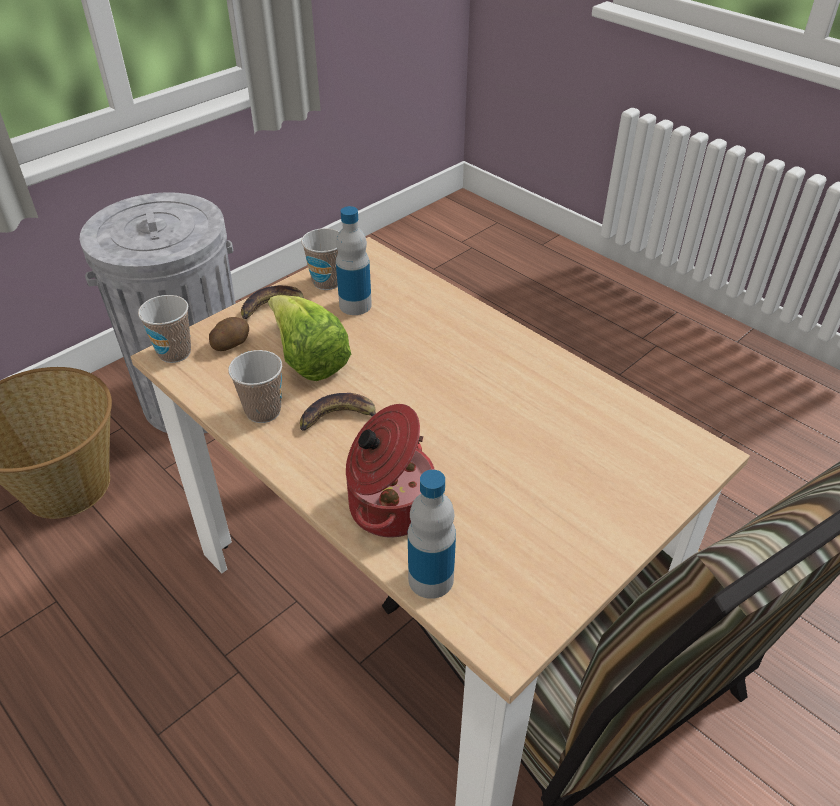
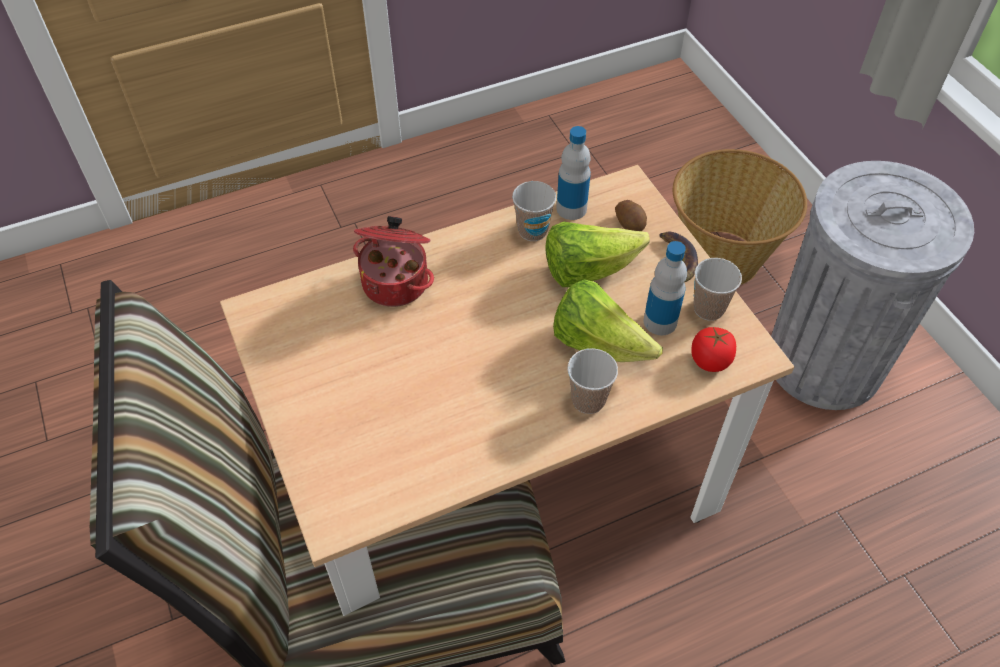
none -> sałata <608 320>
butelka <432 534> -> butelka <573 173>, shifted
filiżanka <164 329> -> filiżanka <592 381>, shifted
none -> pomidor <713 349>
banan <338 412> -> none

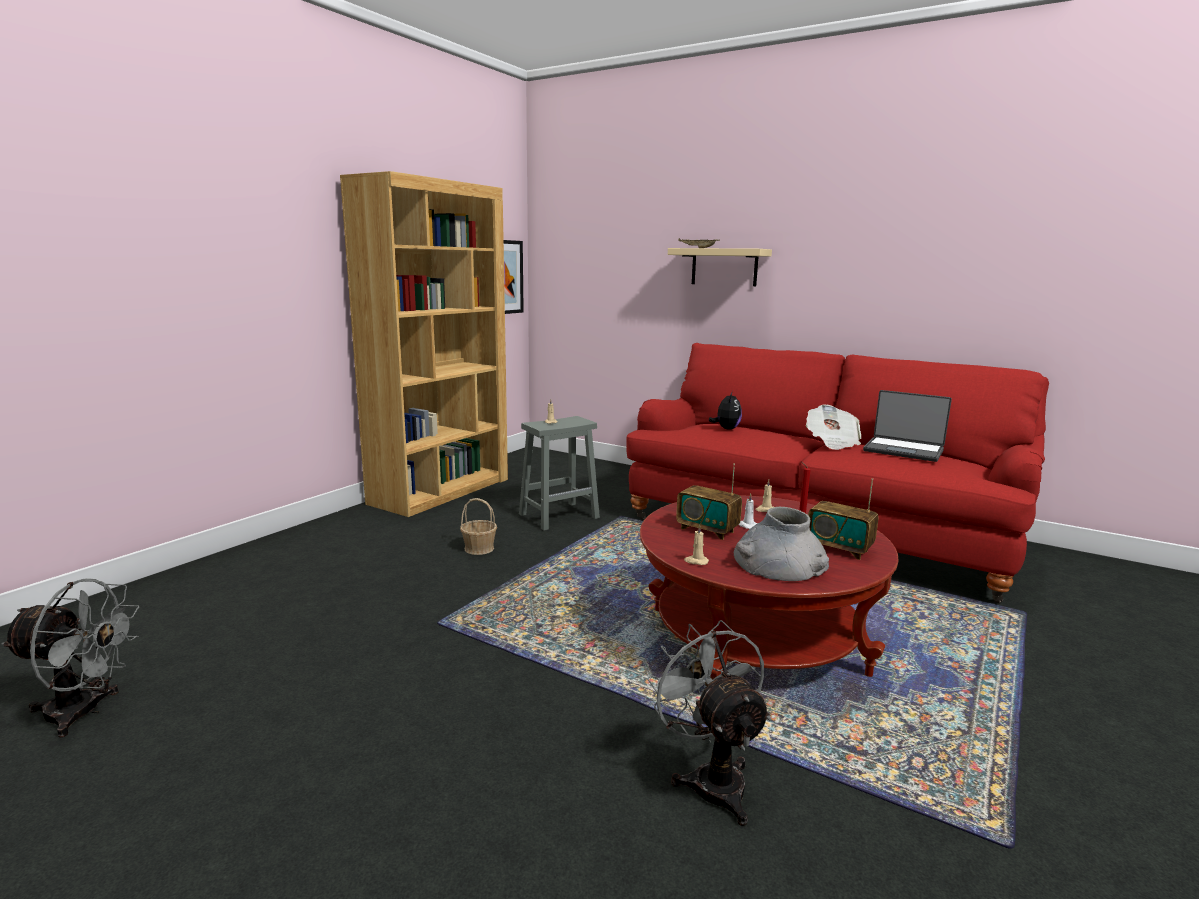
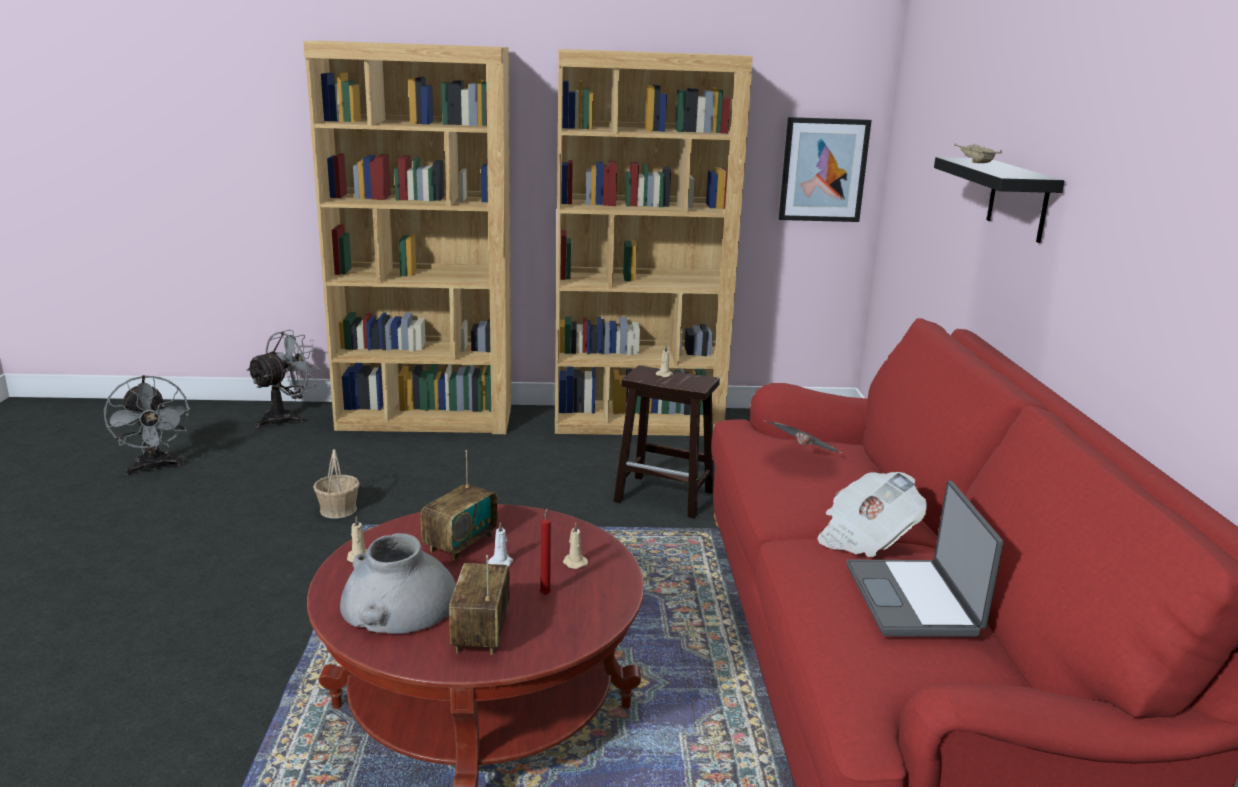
wentylator (szary) <709 723> -> wentylator (szary) <283 379>, shifted
none -> regał (brązowy) <407 237>
koszyk <478 526> -> koszyk <336 483>, shifted
radio <709 501> -> radio <459 505>, 150 degrees counterclockwise
stołek (szary) <559 473> -> stołek (brązowy) <667 442>
pluszak <725 411> -> gazeta <804 437>
półka (beżowy) <720 267> -> półka (czarny) <999 200>

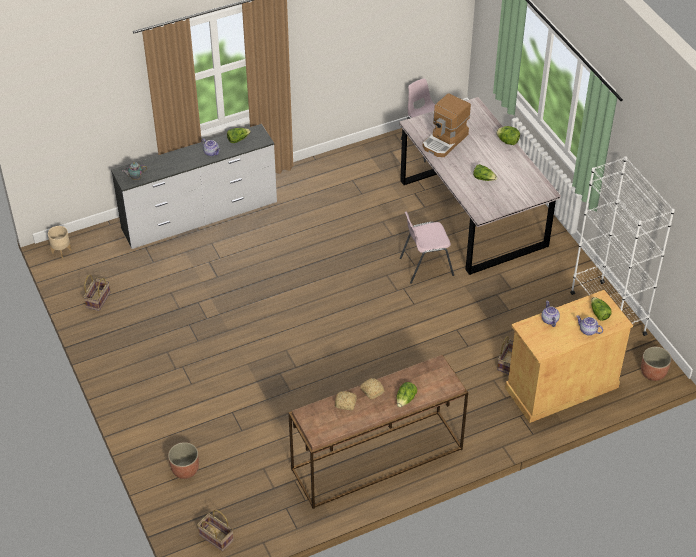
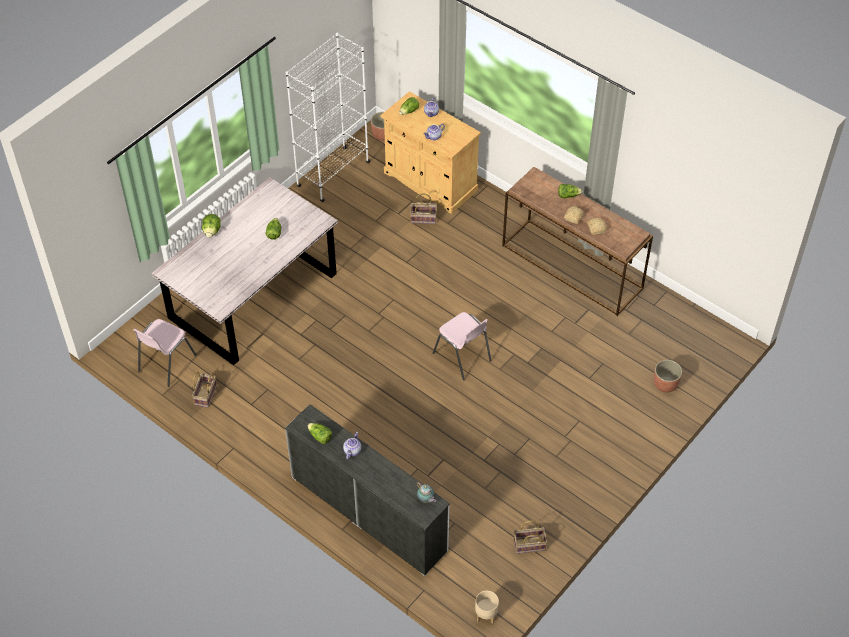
koszyk <215 530> -> koszyk <204 390>, shifted
krzesło (różowy) <427 248> -> krzesło (różowy) <462 346>, shifted
ekspres do kawy <447 125> -> none

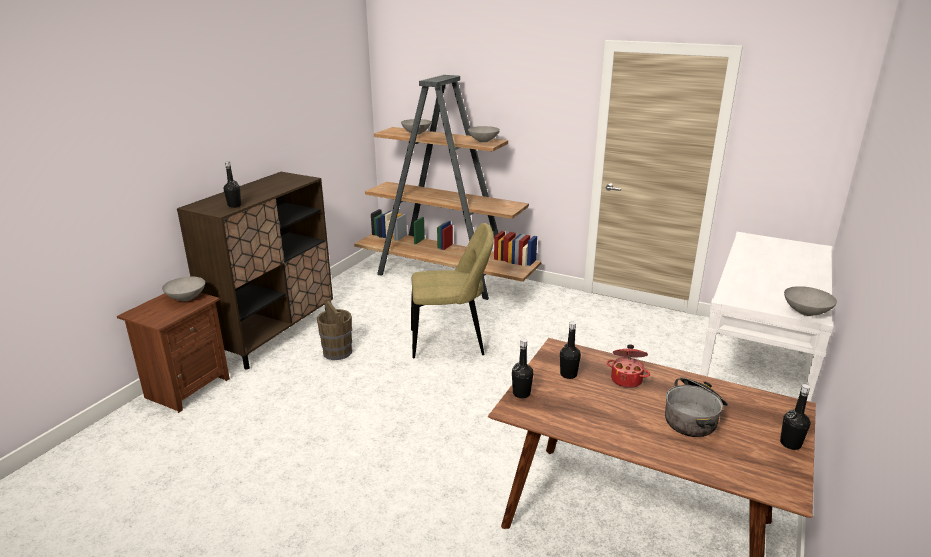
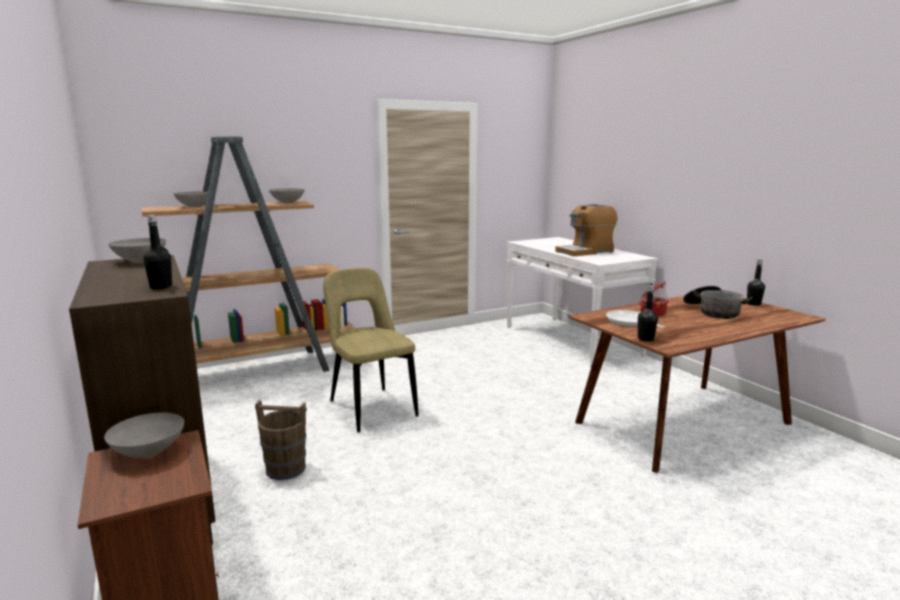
miska (szary) <810 301> -> miska (szary) <137 250>, shifted
krzesło (beżowy) <452 290> -> krzesło (beżowy) <371 350>, 60 degrees counterclockwise
none -> ekspres do kawy <586 230>
butelka (czarny) <570 350> -> patelnia <635 319>

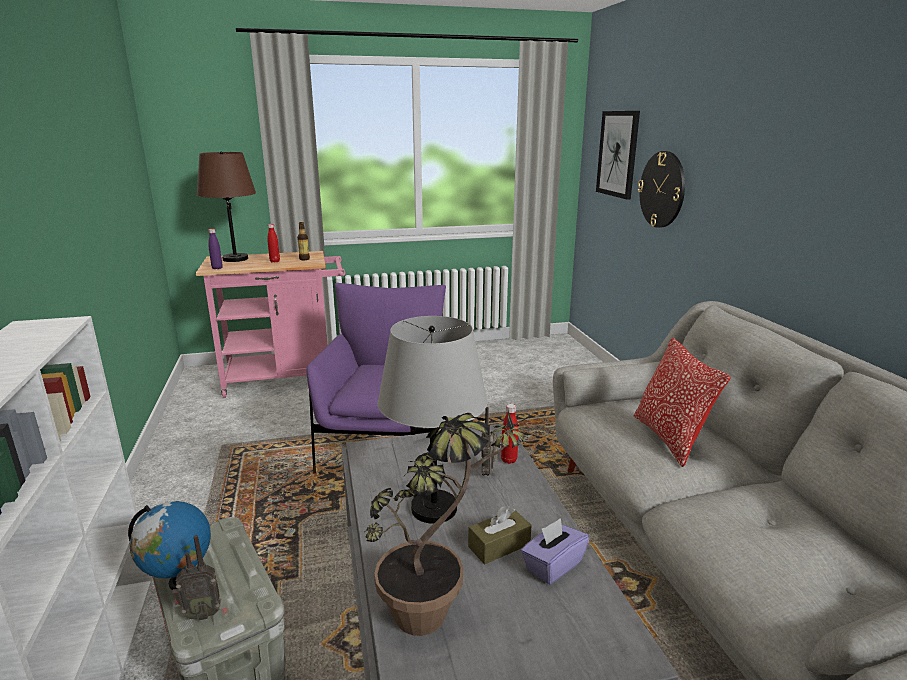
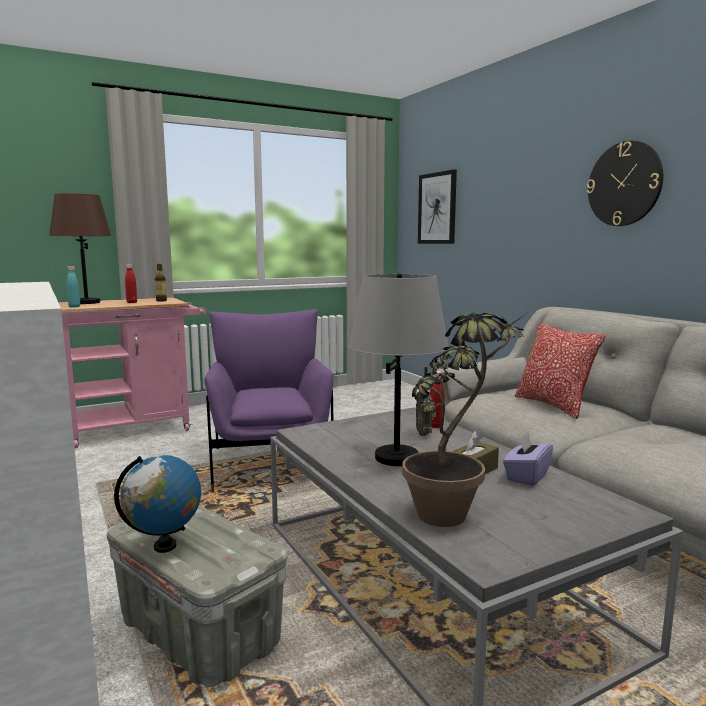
butelka (fioletowy) <215 249> -> butelka (turkusowy) <73 287>
zegar ścienny <661 189> -> zegar ścienny <625 183>, shifted
radio <197 577> -> none

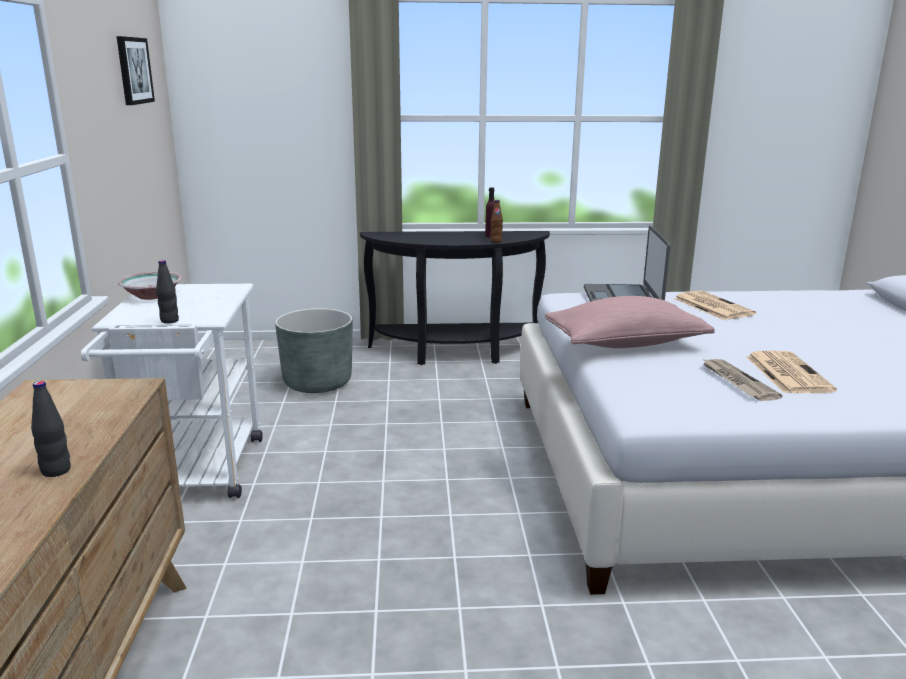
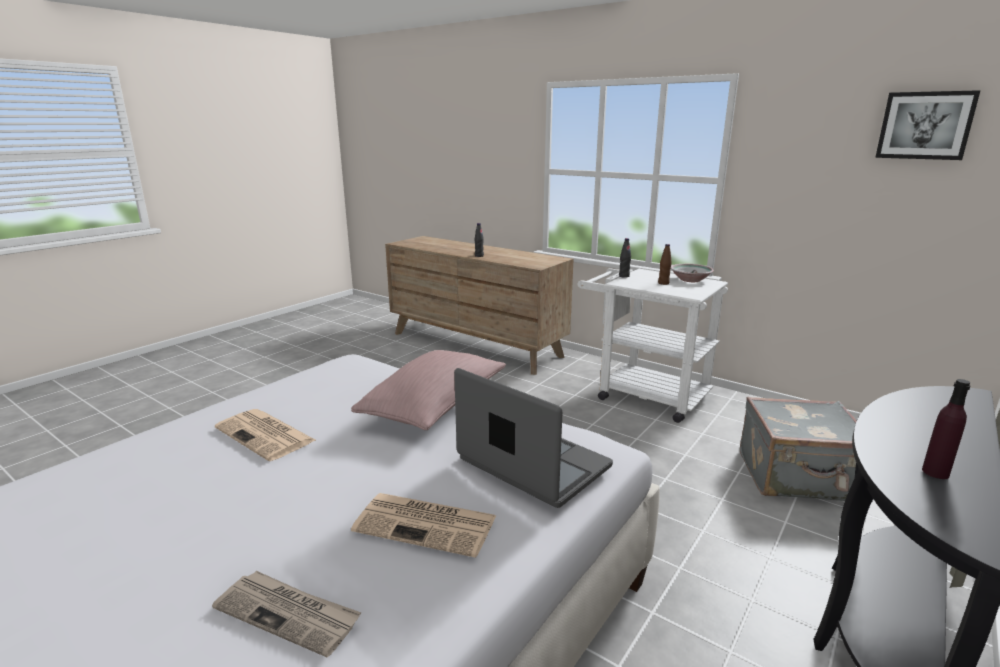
gazeta <742 380> -> gazeta <286 614>, shifted
butelka (brązowy) <496 221> -> butelka (brązowy) <665 264>, shifted
donica (szary) <313 350> -> walizka (szary) <798 449>

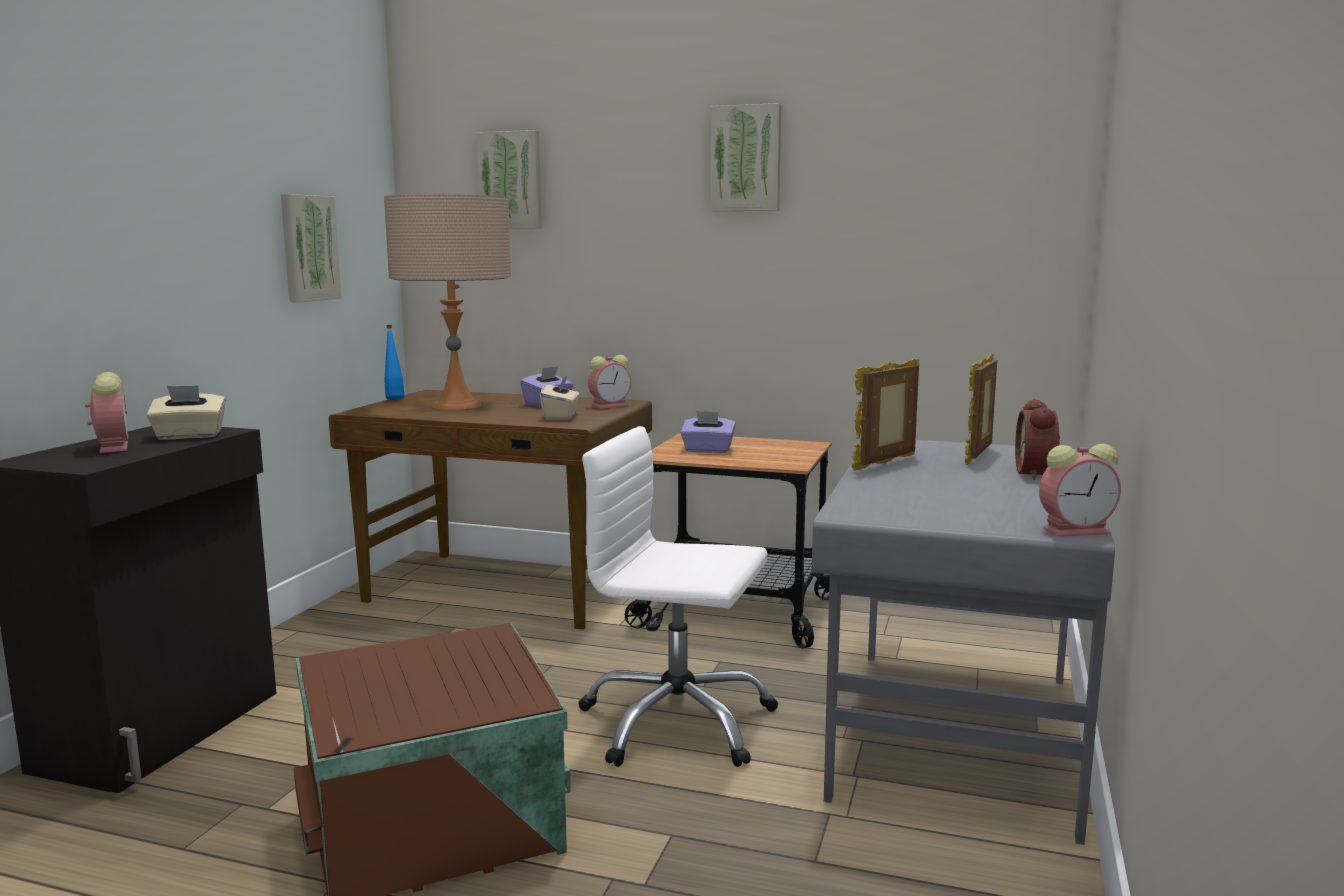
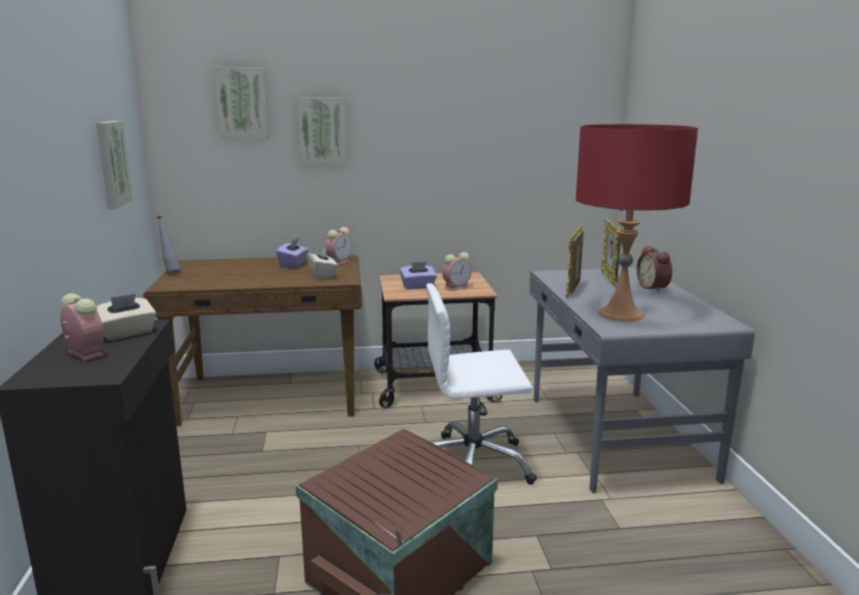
butelka (niebieski) <394 362> -> butelka (szary) <169 244>
obraz <746 157> -> obraz <322 132>, shifted
budzik <1080 490> -> budzik <457 271>, shifted
none -> lampa stołowa (czerwony) <637 223>
lampa stołowa (beżowy) <447 302> -> none

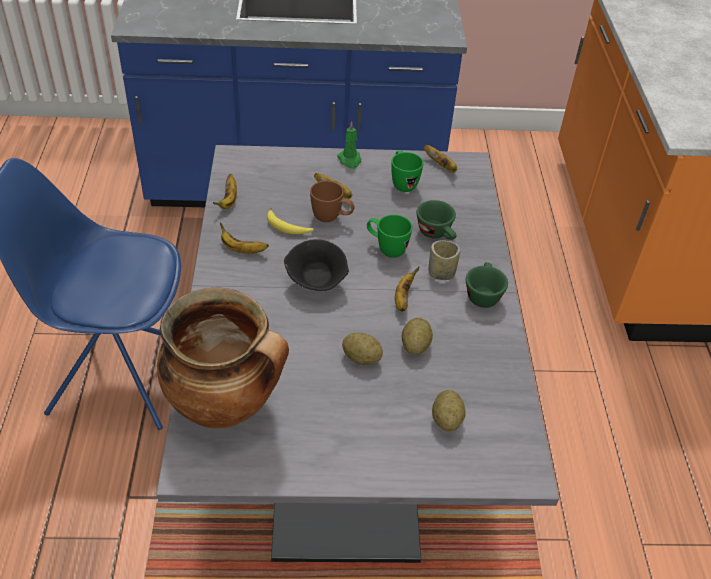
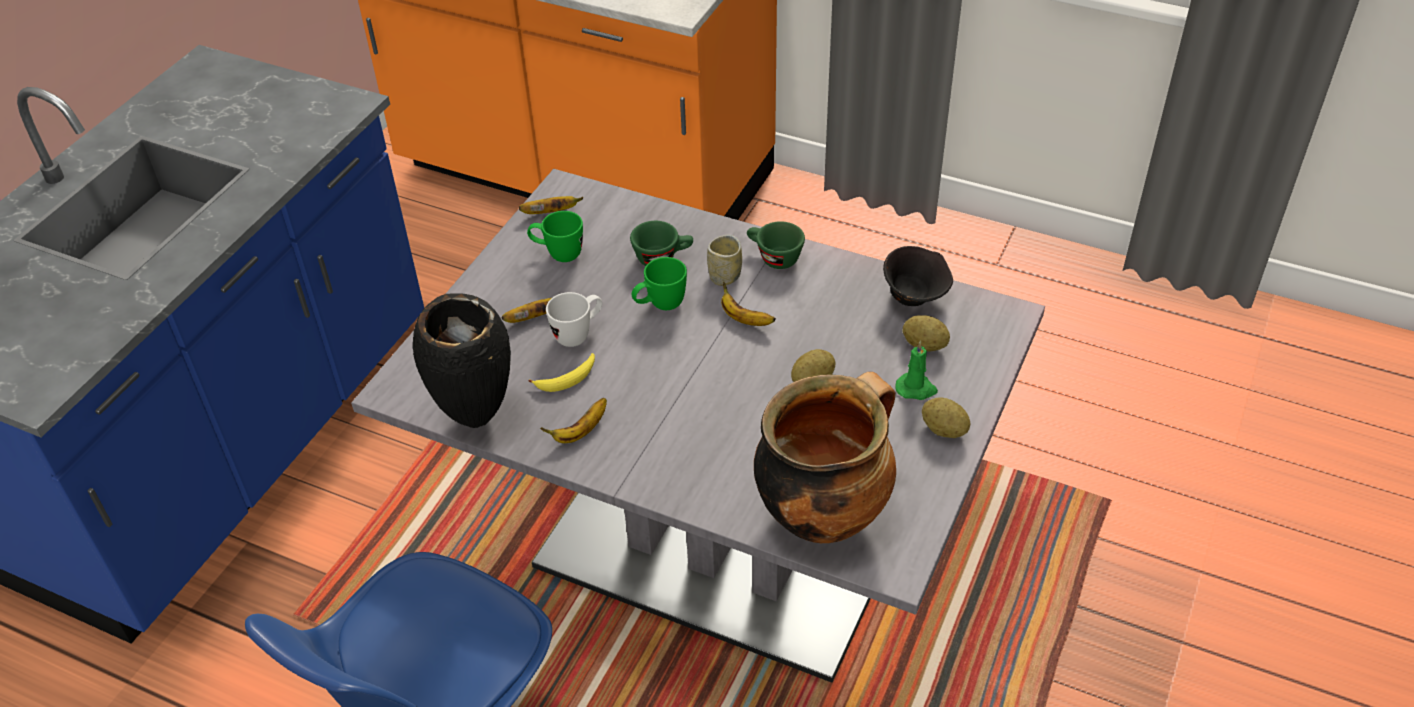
banan <225 191> -> wazon (czarny) <462 360>
kubek (brązowy) <332 201> -> kubek (biały) <574 319>
miska (czarny) <316 265> -> miska (czarny) <918 276>, shifted
świeca (zielony) <349 145> -> świeca (zielony) <916 370>, shifted
ziemniak <417 336> -> ziemniak <946 417>, shifted

